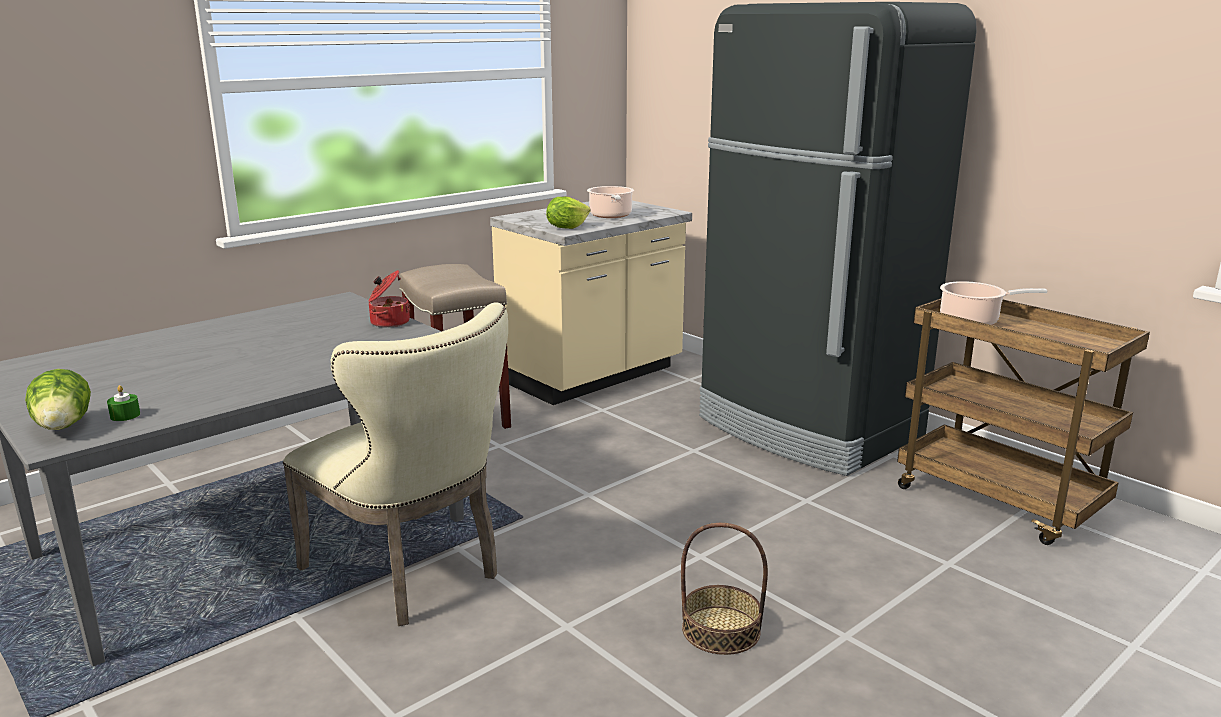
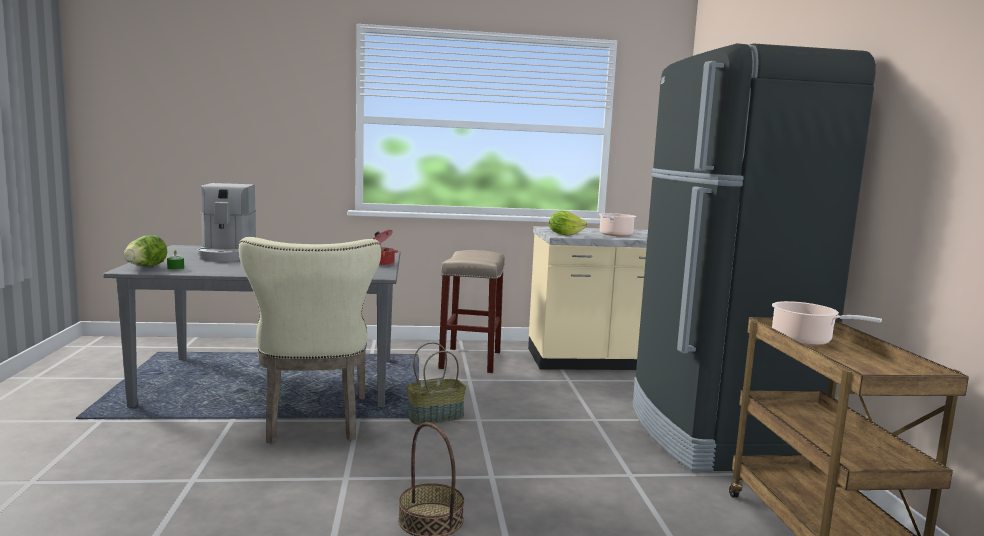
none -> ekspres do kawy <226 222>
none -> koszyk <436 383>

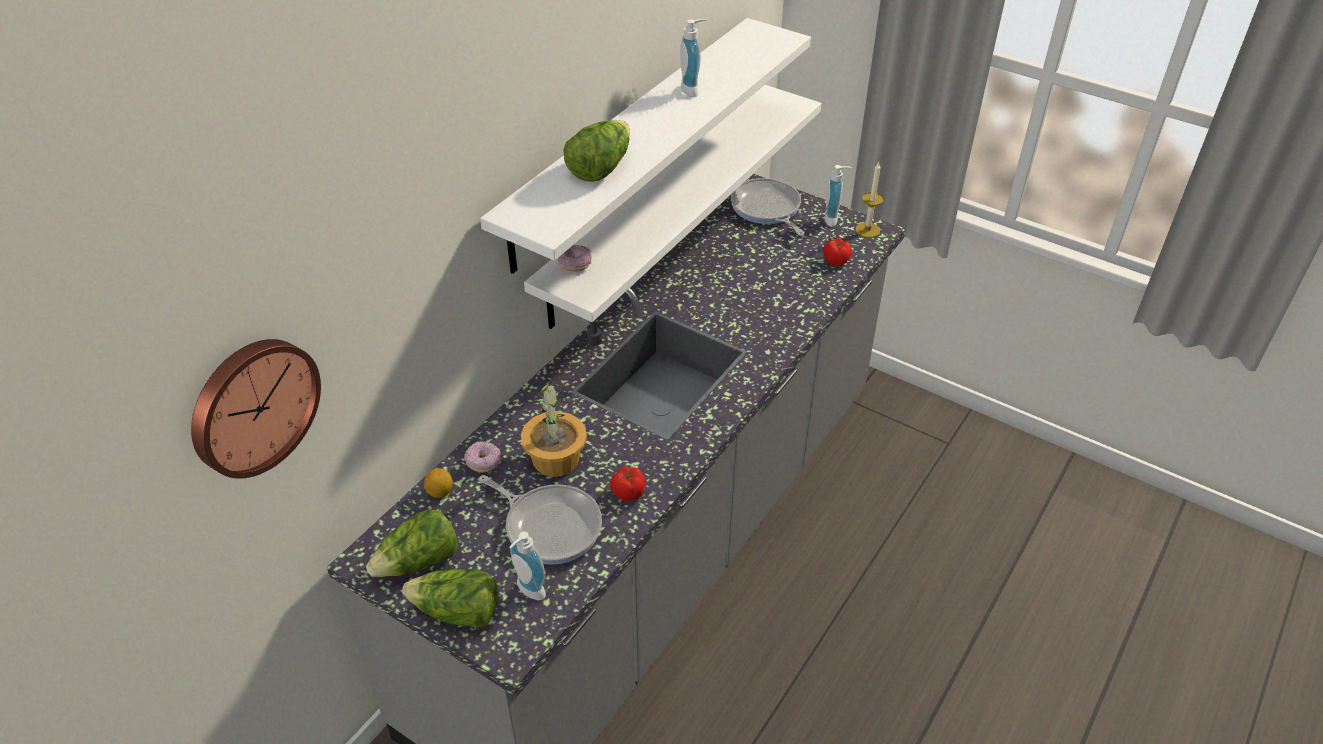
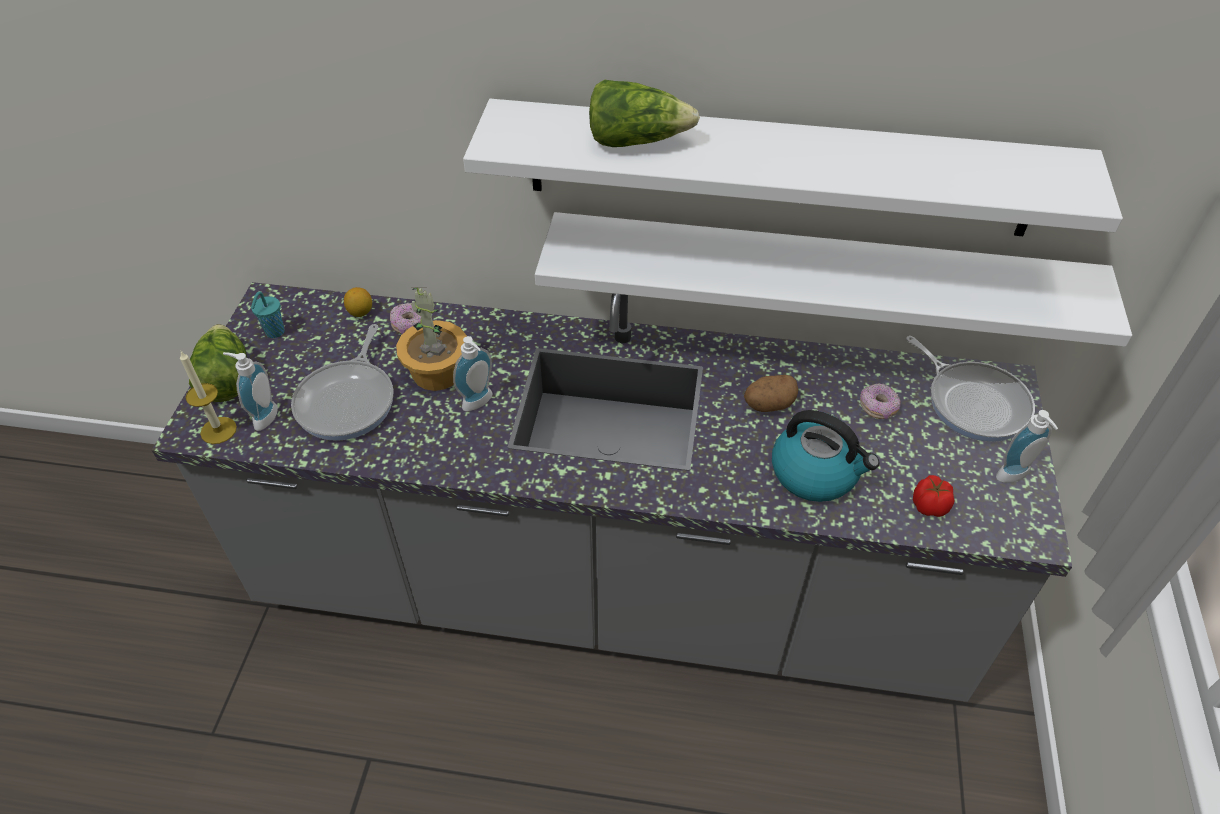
świeca <869 199> -> świeca <208 397>, shifted
sałata <412 543> -> filiżanka (turkusowy) <268 314>
dozownik mydła <693 58> -> dozownik mydła <473 373>, shifted
none -> ziemniak <771 393>
none -> czajnik <825 456>
donut <574 258> -> donut <880 401>, shifted
patelnia <767 207> -> patelnia <970 389>, 105 degrees clockwise
zegar ścienny <256 409> -> none
pomidor <627 483> -> none

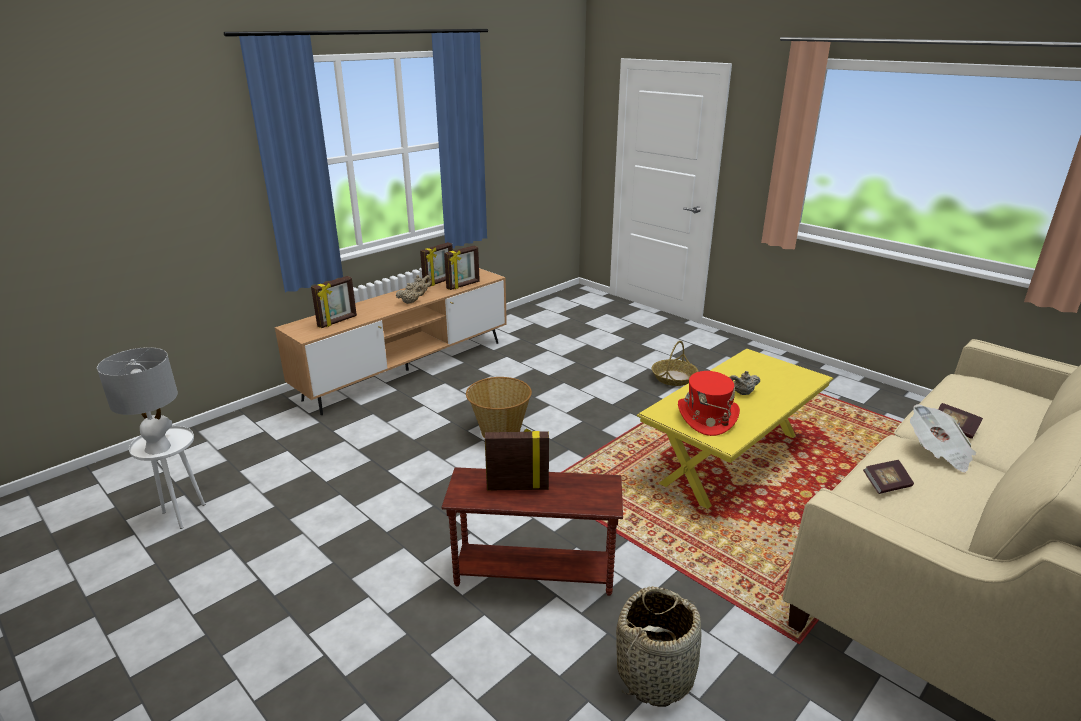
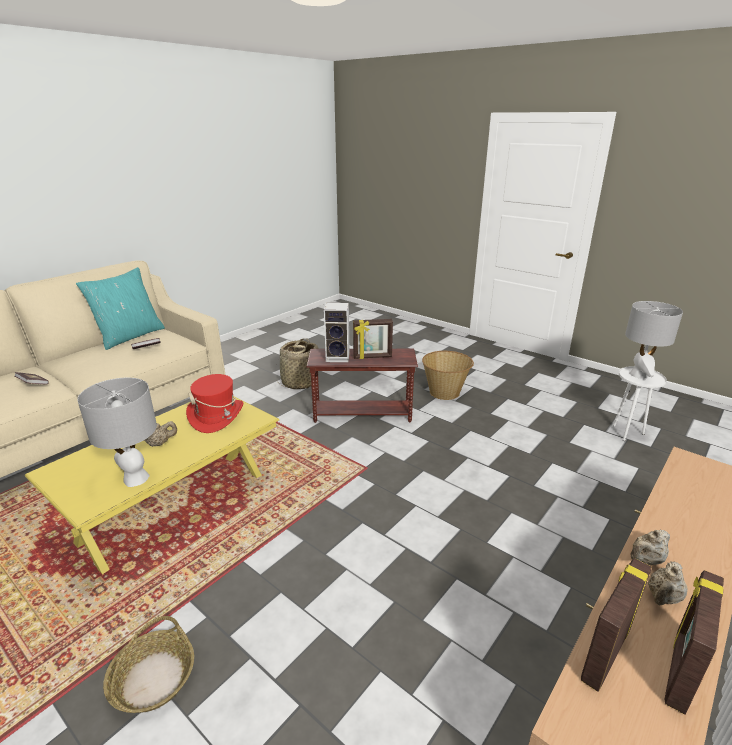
none -> poduszka (turkusowy) <120 308>
none -> lampa stołowa (szary) <117 432>
none -> głośnik <337 332>
koszyk <499 407> -> koszyk <448 375>, shifted
ramka na zdjęcie <334 302> -> none
gazeta <943 438> -> none

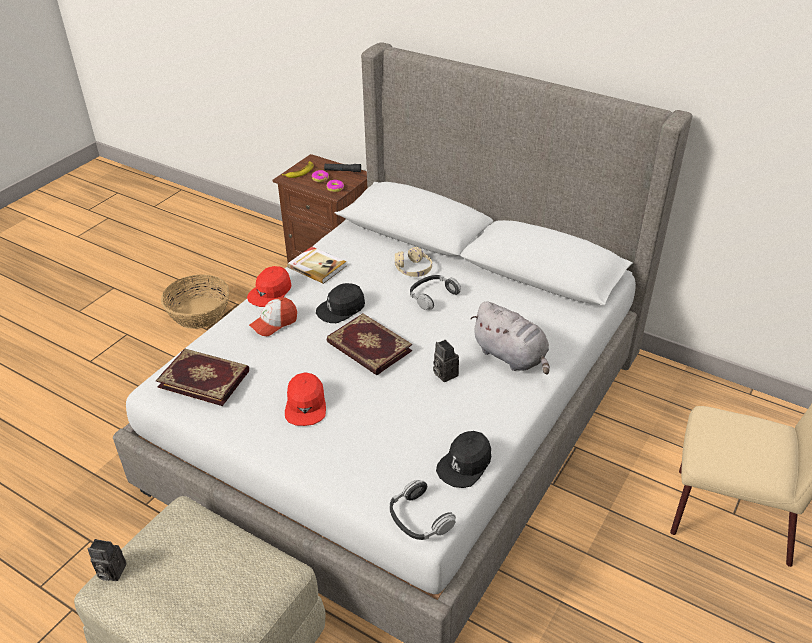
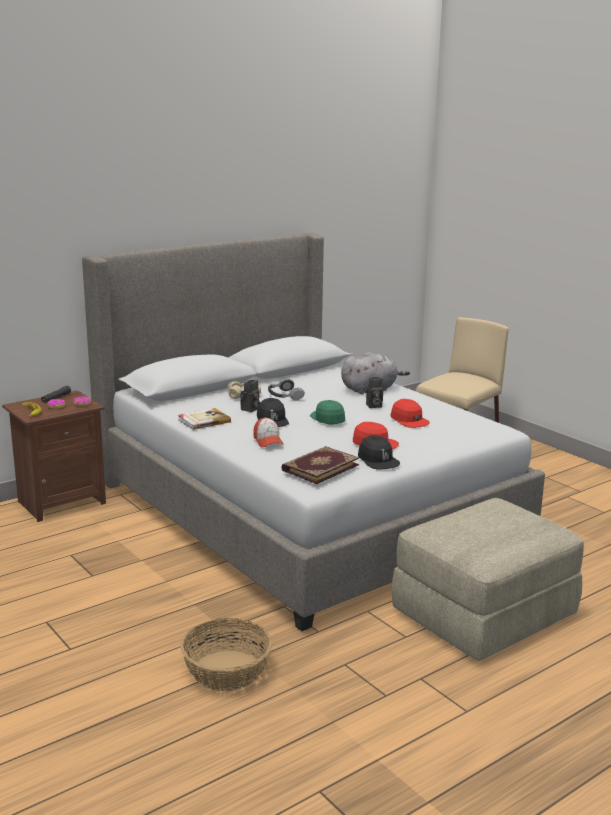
koszyk <195 301> -> koszyk <226 654>, shifted
aparat fotograficzny <107 560> -> aparat fotograficzny <250 396>, shifted
książka <369 344> -> czapka z daszkiem (zielony) <327 412>
czapka z daszkiem (czarny) <463 459> -> czapka z daszkiem (czarny) <379 452>, shifted
czapka z daszkiem (czerwony) <269 286> -> czapka z daszkiem (czerwony) <410 413>, shifted
słuchawki <423 510> -> none

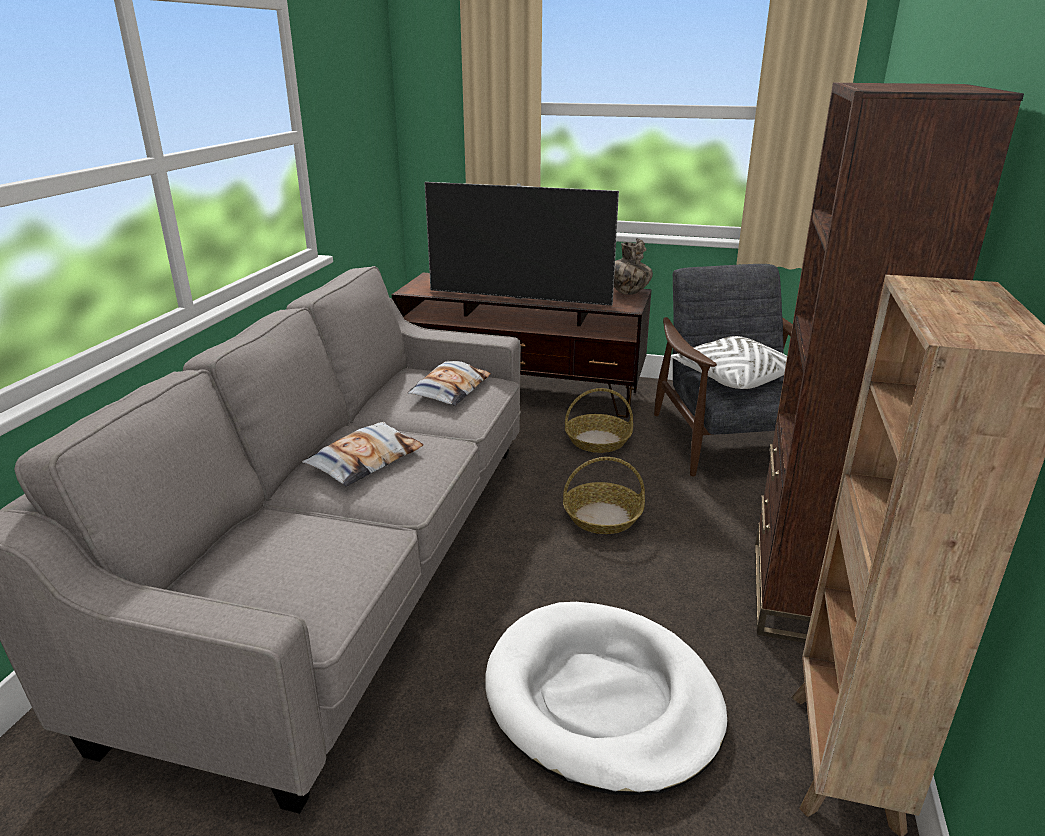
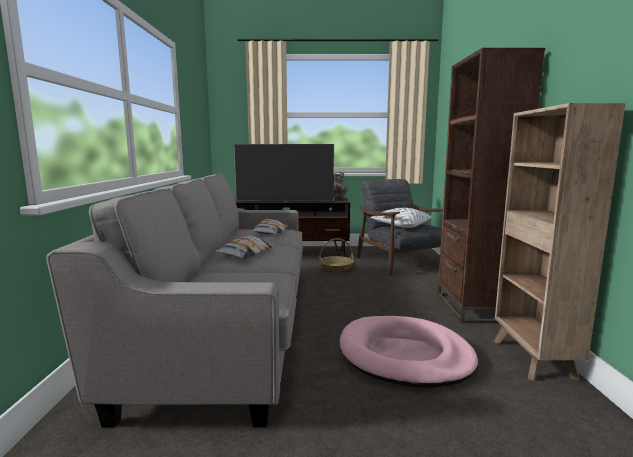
legowisko (biały) <606 698> -> legowisko (różowy) <409 352>
koszyk <604 495> -> none

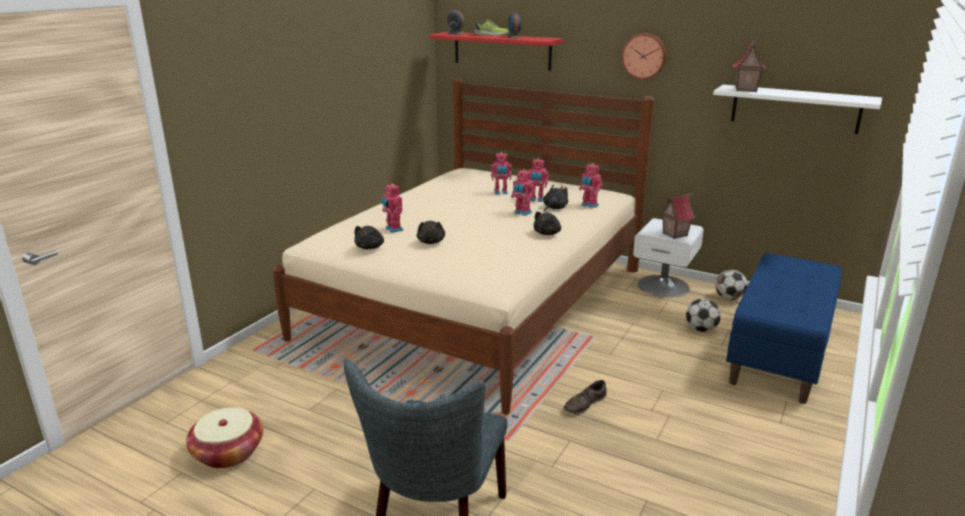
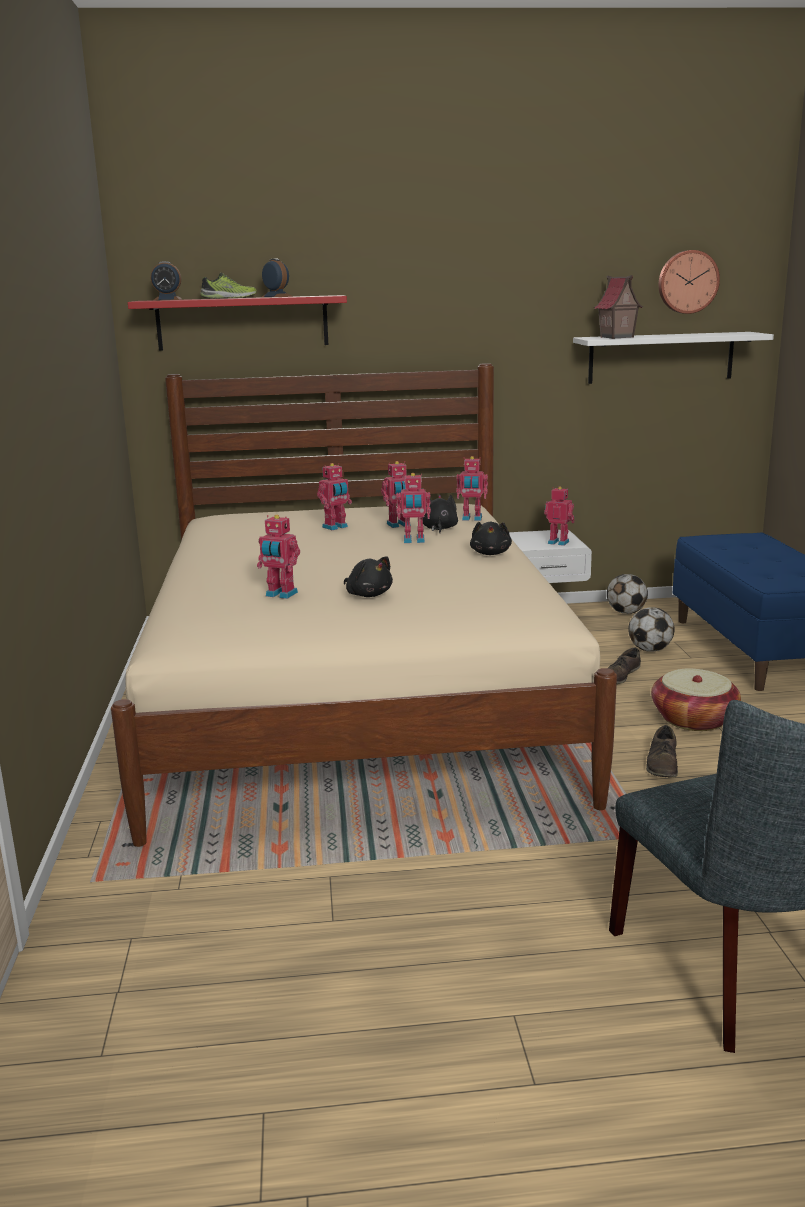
domek <678 215> -> robot zabawkowy <559 516>
none -> but (brązowy) <624 665>
koszyk <224 438> -> koszyk <696 699>, shifted
zegar ścienny <644 56> -> zegar ścienny <689 282>, shifted
pluszak (czarny) <369 237> -> none

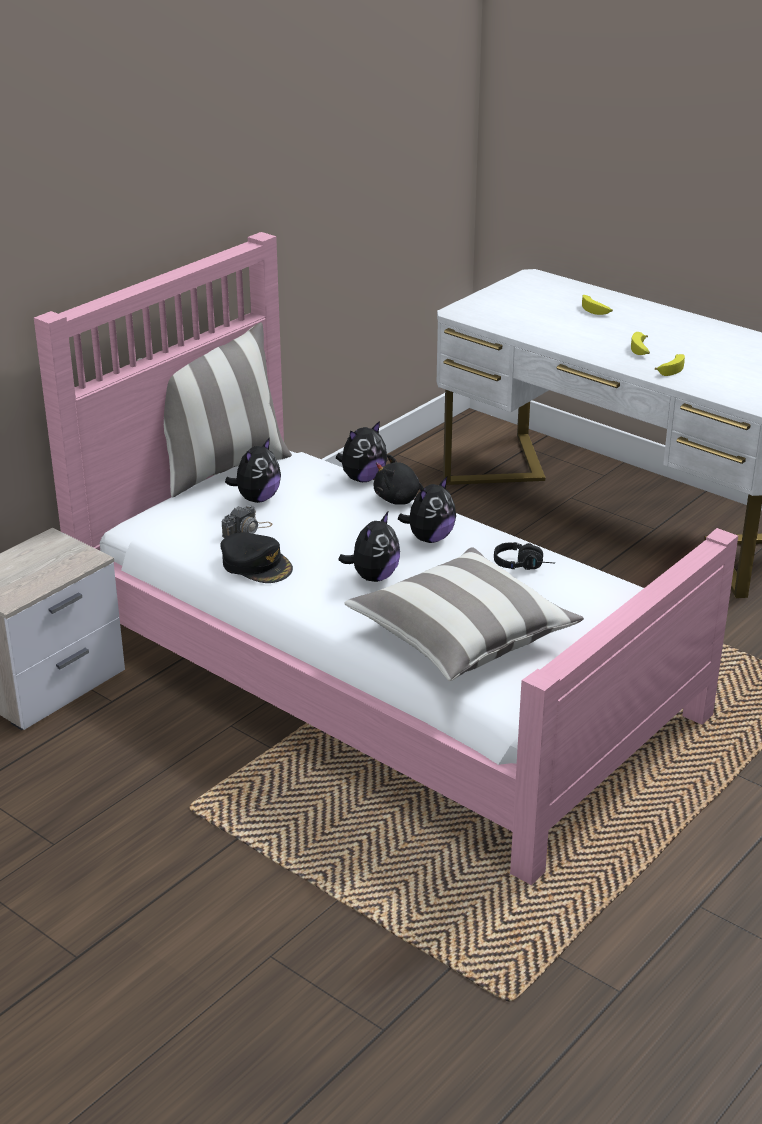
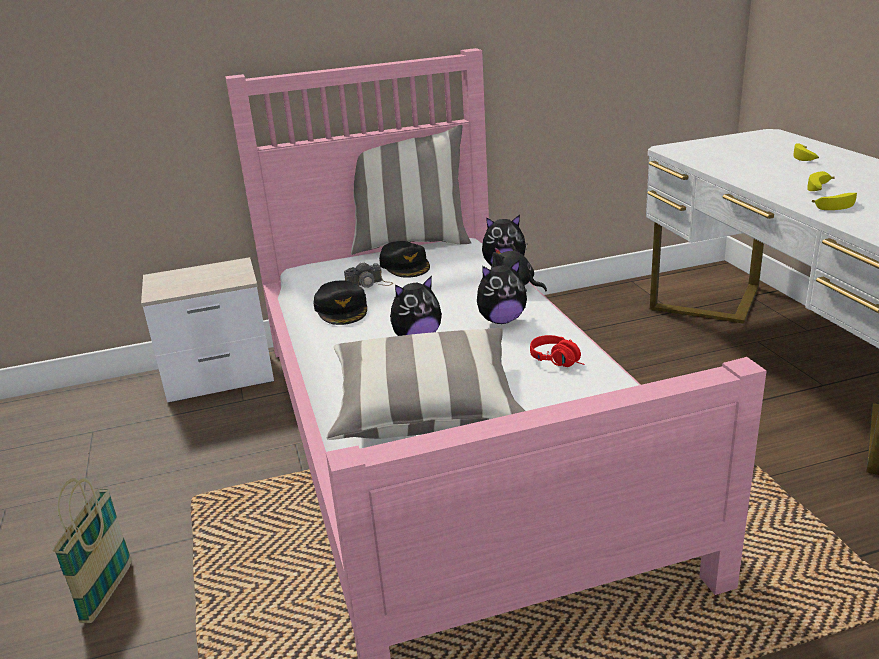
none -> koszyk <92 550>
pluszak <253 470> -> czapka z daszkiem (czarny) <404 259>
słuchawki (czarny) <524 556> -> słuchawki (czerwony) <557 351>

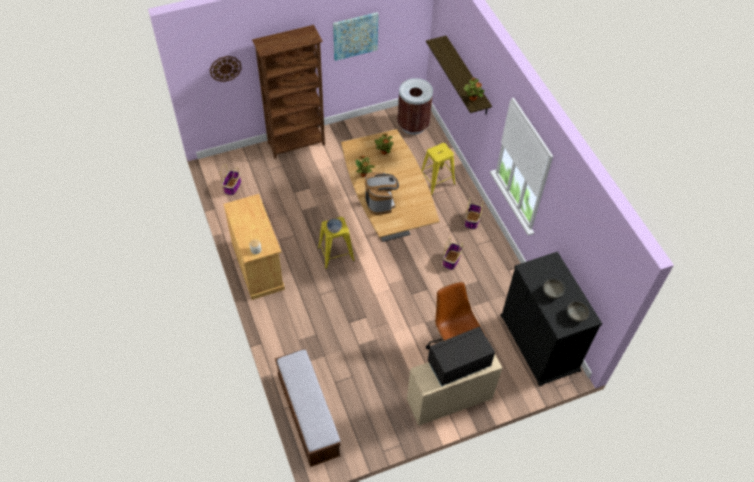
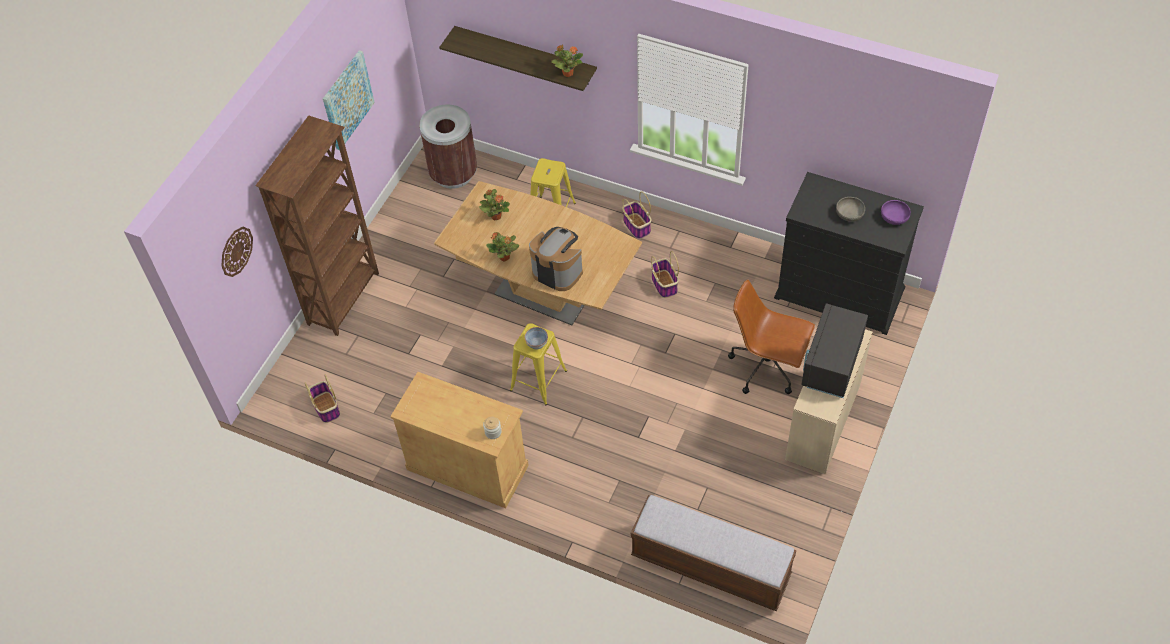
miska (szary) <578 311> -> miska (fioletowy) <896 212>

